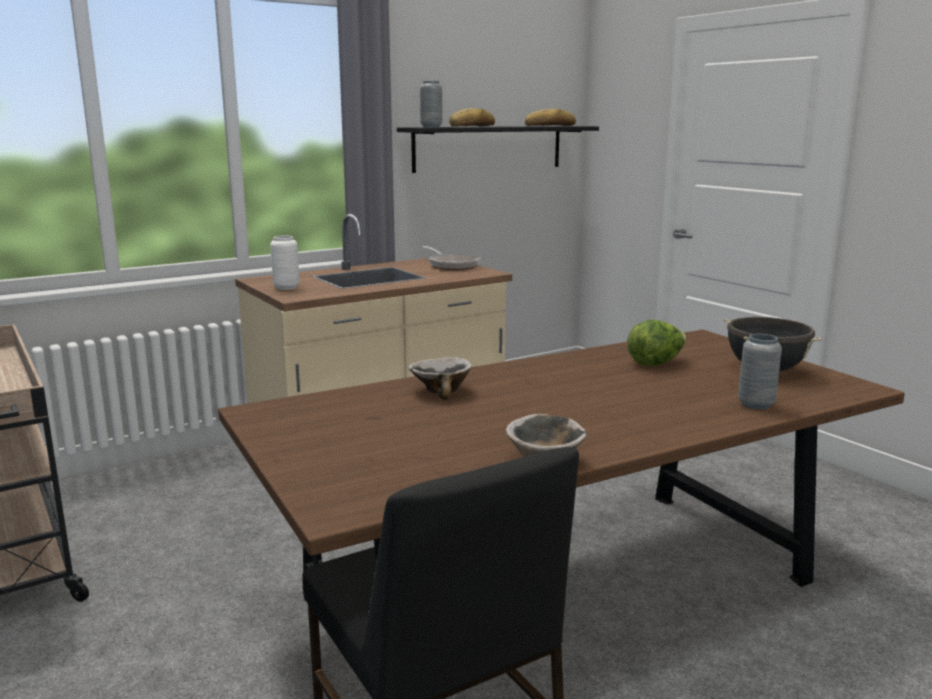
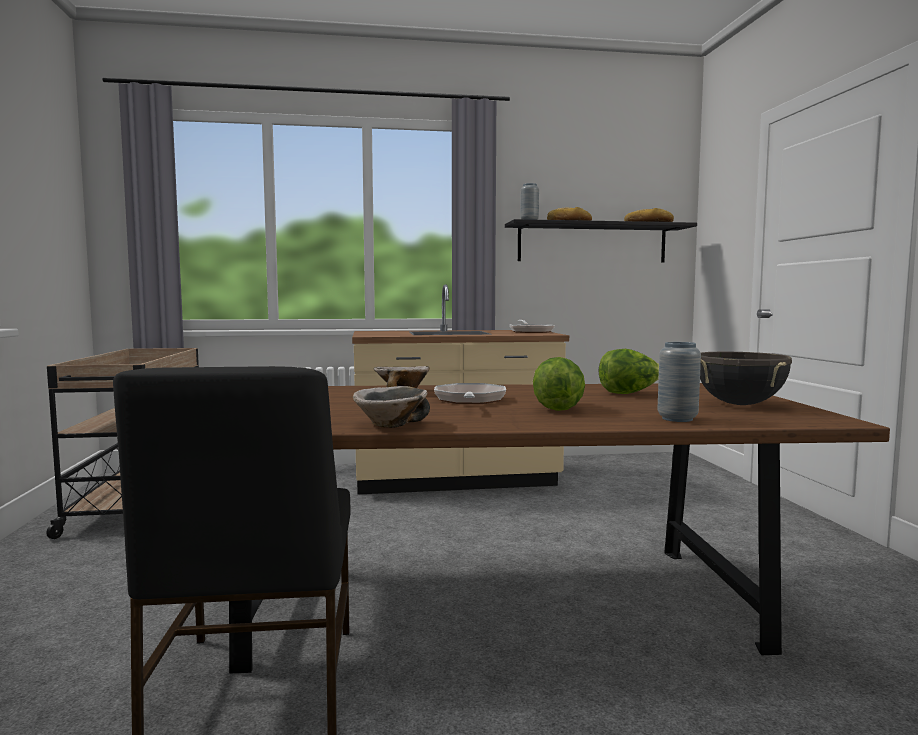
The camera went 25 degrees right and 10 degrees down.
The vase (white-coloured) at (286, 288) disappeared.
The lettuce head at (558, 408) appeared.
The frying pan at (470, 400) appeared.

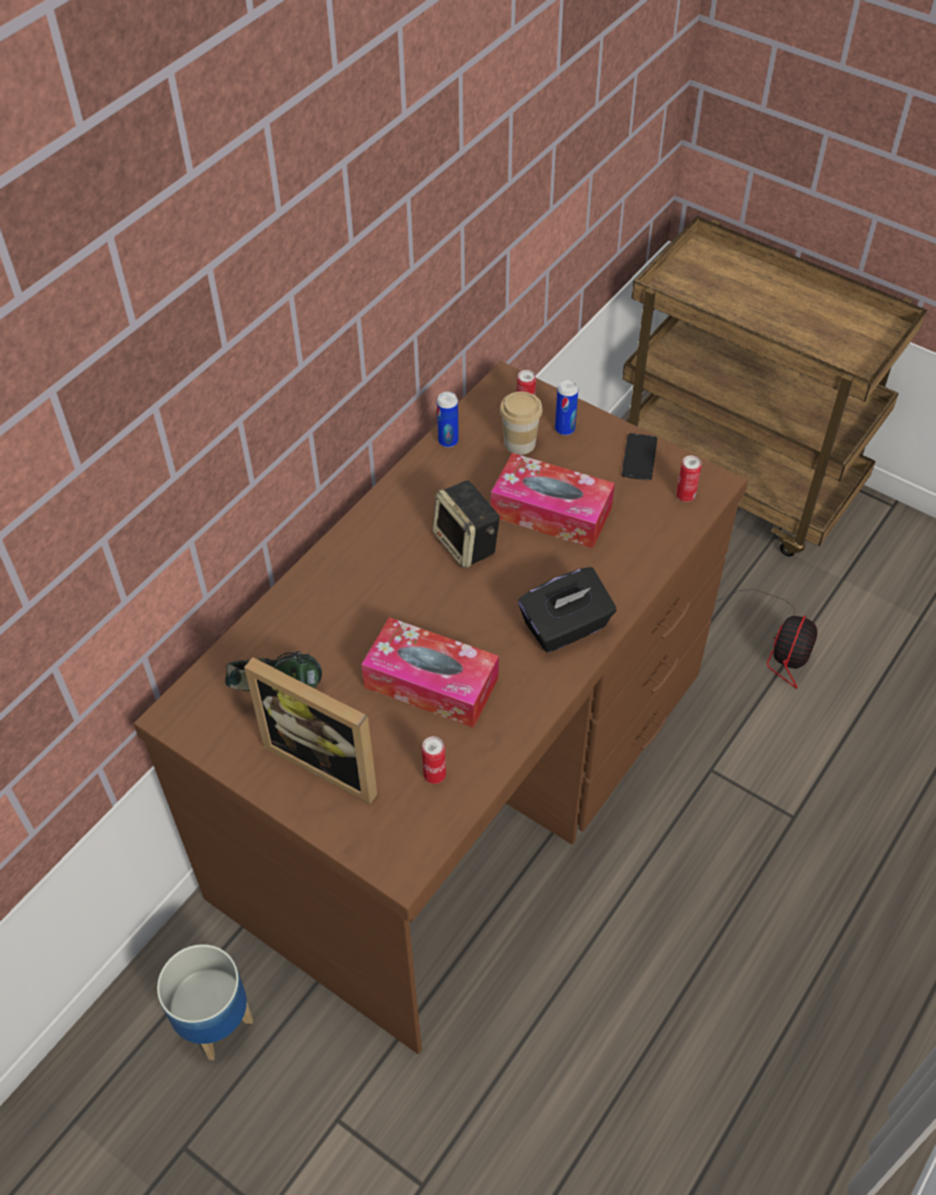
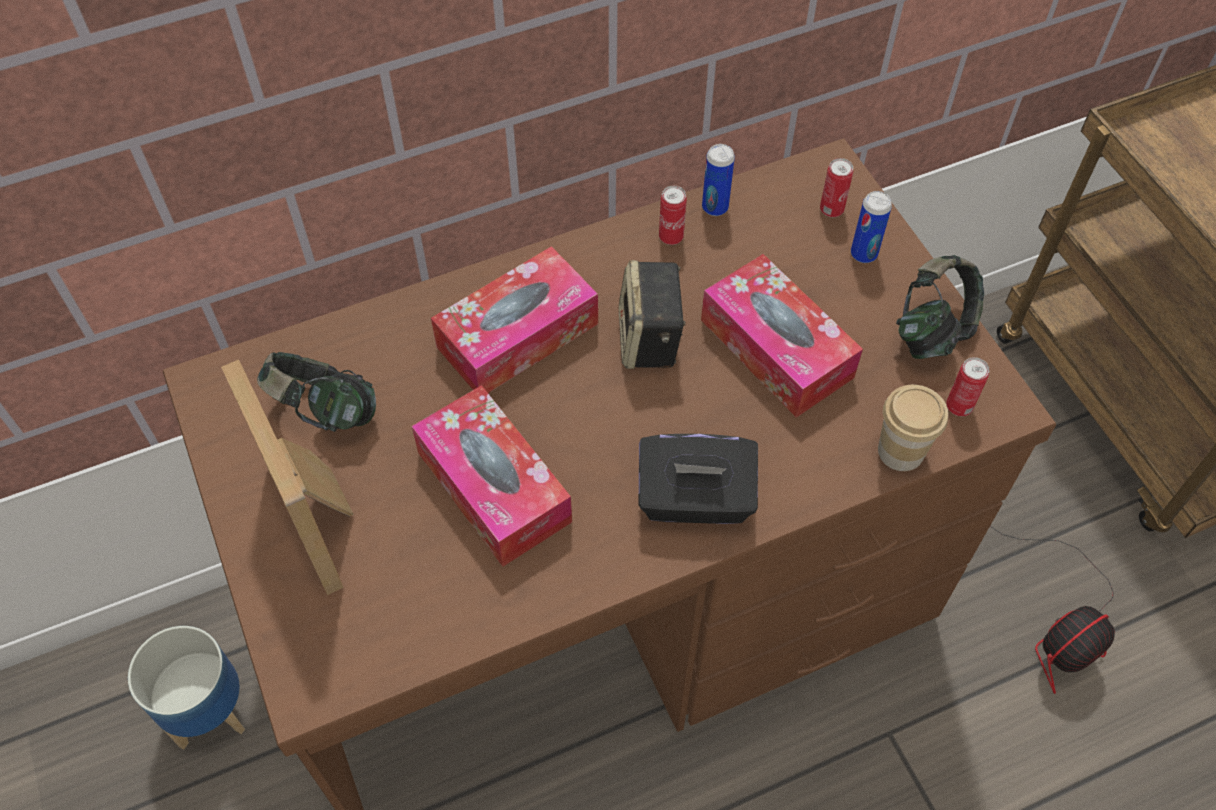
The camera went 30 degrees right and 5 degrees up.
The cup moved from (520, 443) to (901, 451).
The handset at (639, 457) was replaced by the headset at (932, 331).
The metal can moved from (434, 775) to (671, 237).
The tissue box at (518, 335) appeared.

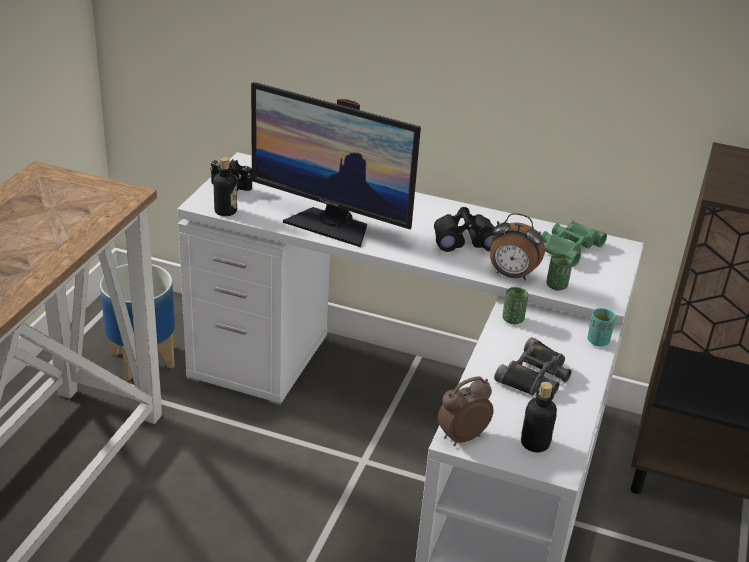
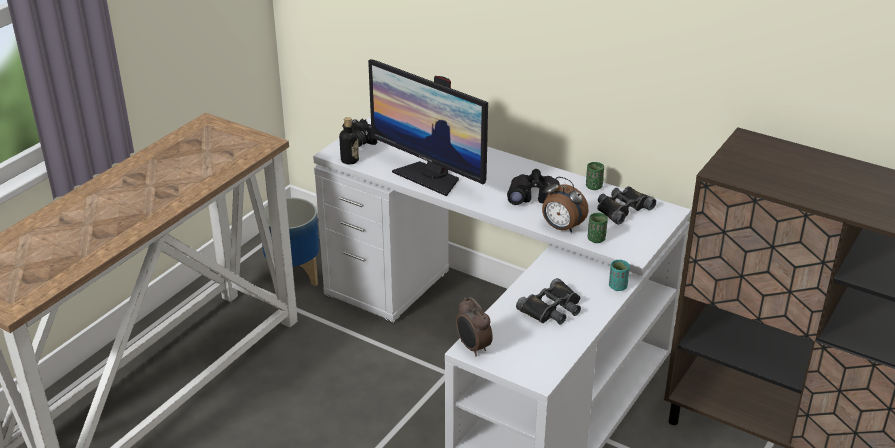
The camera went 15 degrees right and 0 degrees up.
The field glasses (green) at (569, 247) became the field glasses (black-coloured) at (622, 208).
The cup (green) moved from (512, 319) to (594, 186).
The table clock at (461, 437) turned 105 degrees counterclockwise.
The drink bottle at (535, 443) disappeared.

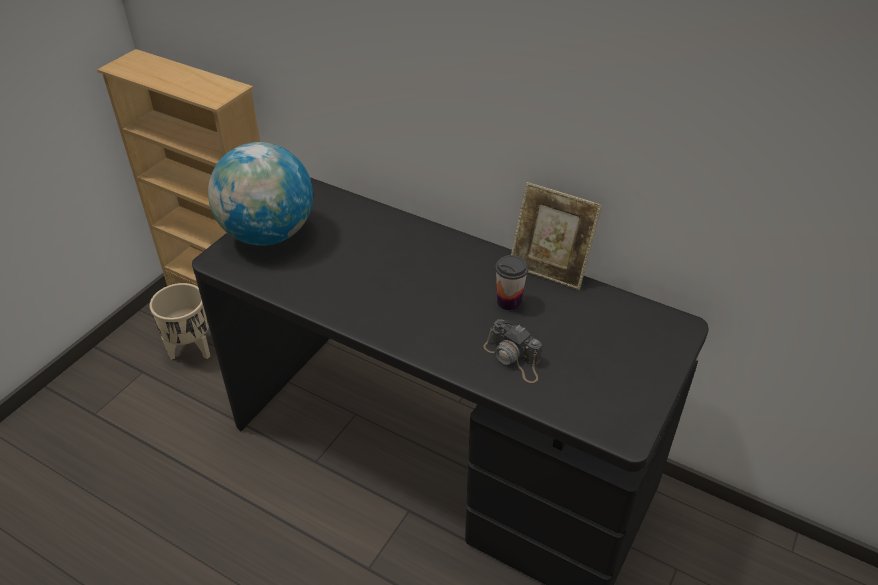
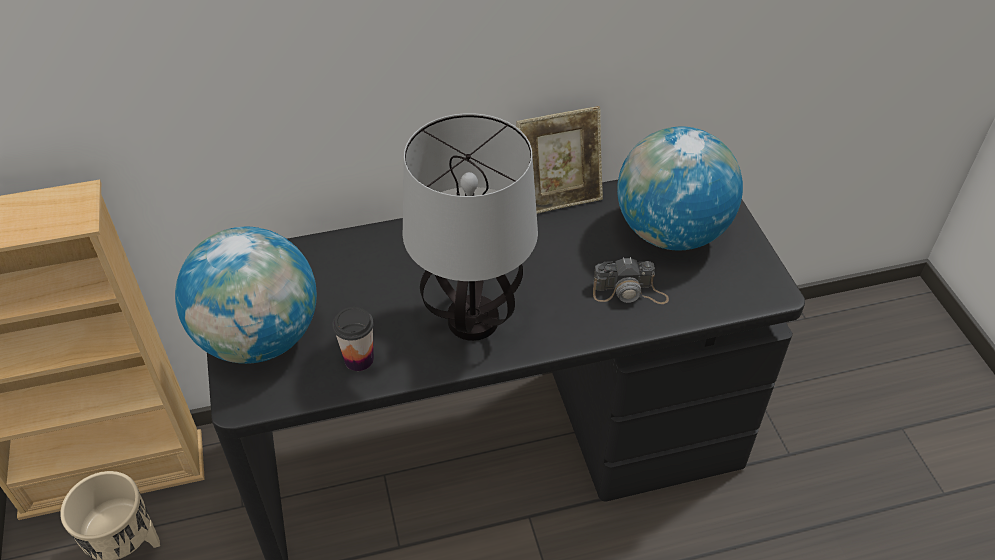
The camera went 45 degrees left and 5 degrees up.
The cup moved from (509, 302) to (359, 359).
The lamp for a table at (471, 321) appeared.
The world globe at (670, 232) appeared.

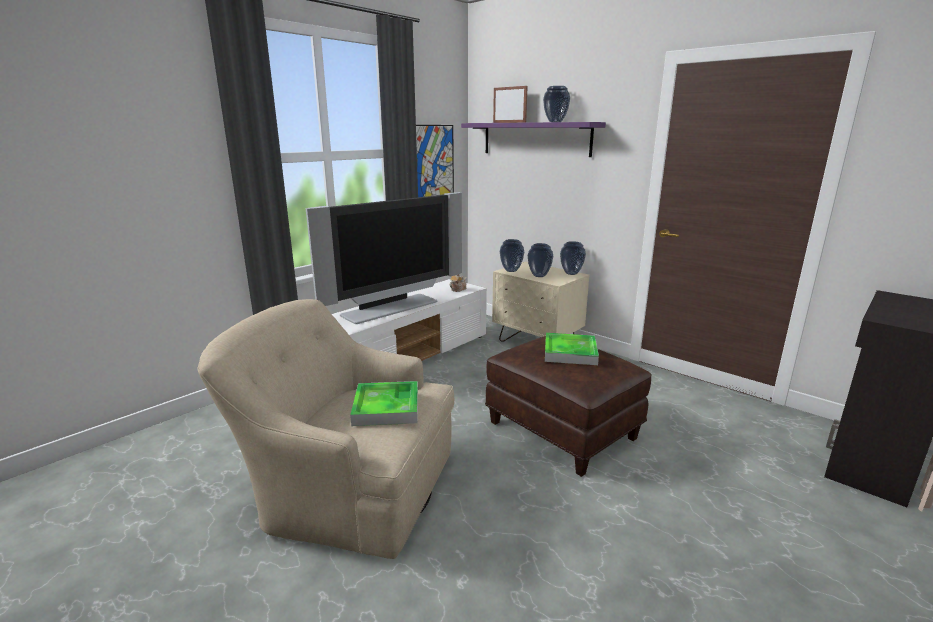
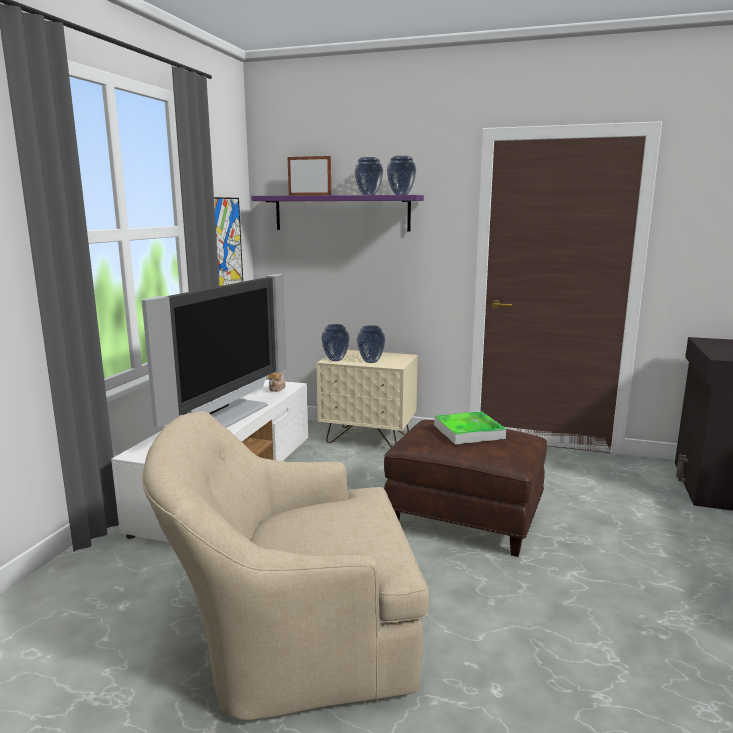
The camera went 25 degrees left and 5 degrees down.
The vase moved from (571, 273) to (400, 194).
The serving tray at (386, 407) disappeared.

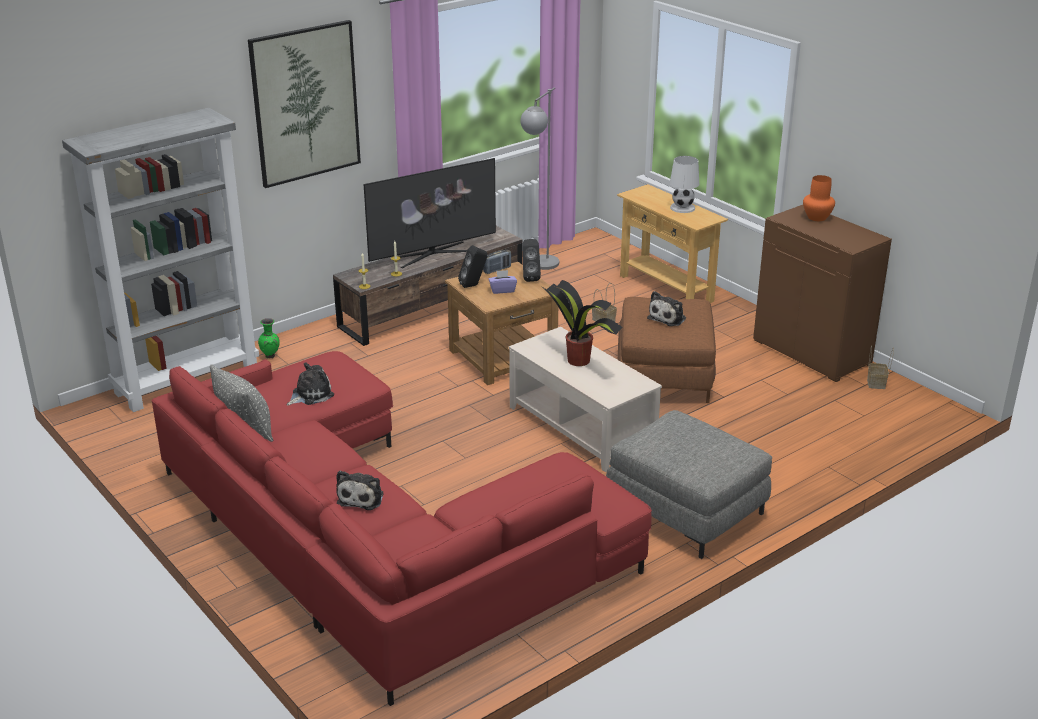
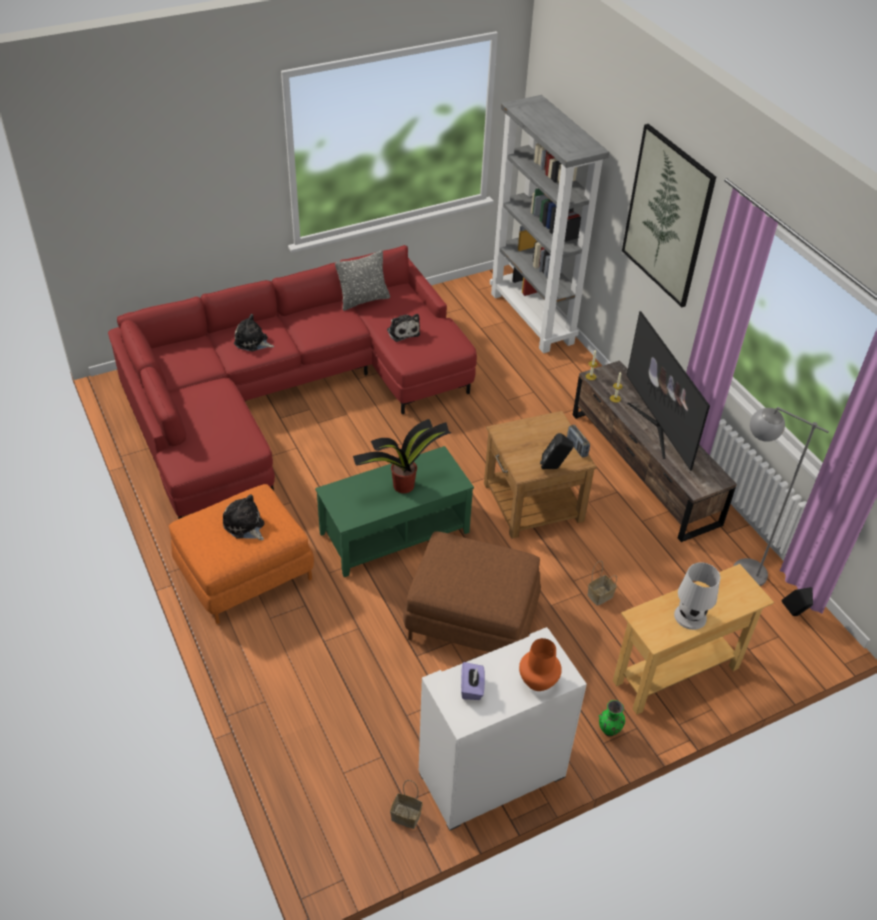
The camera went 100 degrees right and 15 degrees up.
The storage cabinet (brownish) at (812, 352) became the storage cabinet (white-coloured) at (491, 776).
The speaker (black-coloured) moved from (473, 285) to (793, 614).
The tissue box (purplish) moved from (502, 290) to (472, 688).
The plush toy moved from (668, 318) to (245, 526).
The vase (green) moved from (271, 356) to (608, 732).
The lounge table (beige-coloured) at (581, 427) became the lounge table (green) at (394, 532).
The pouffe (grey) at (684, 510) became the pouffe (orange-coloured) at (245, 571).

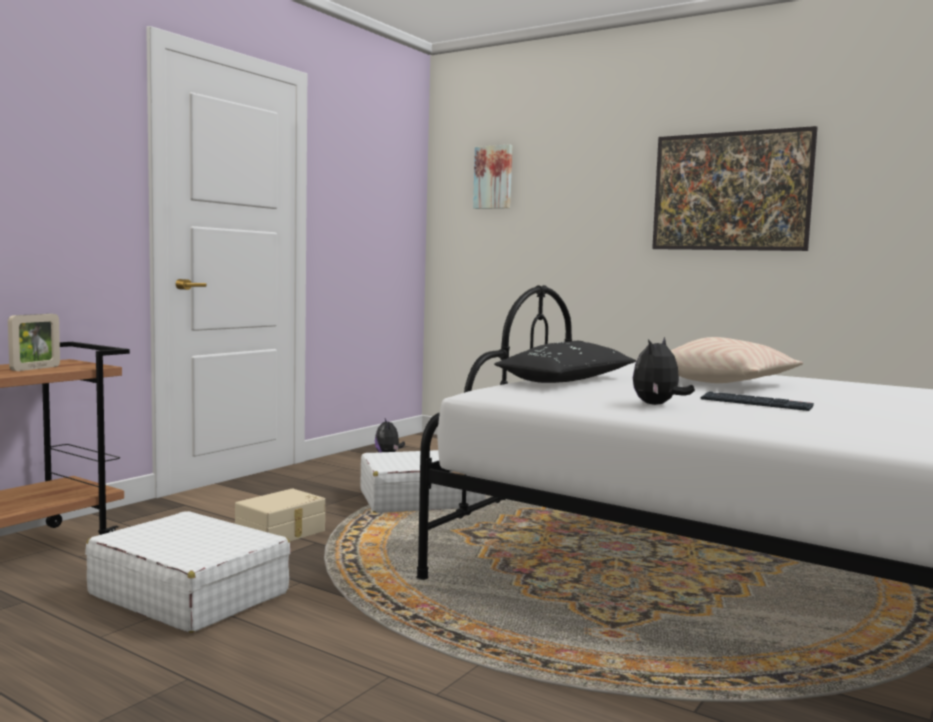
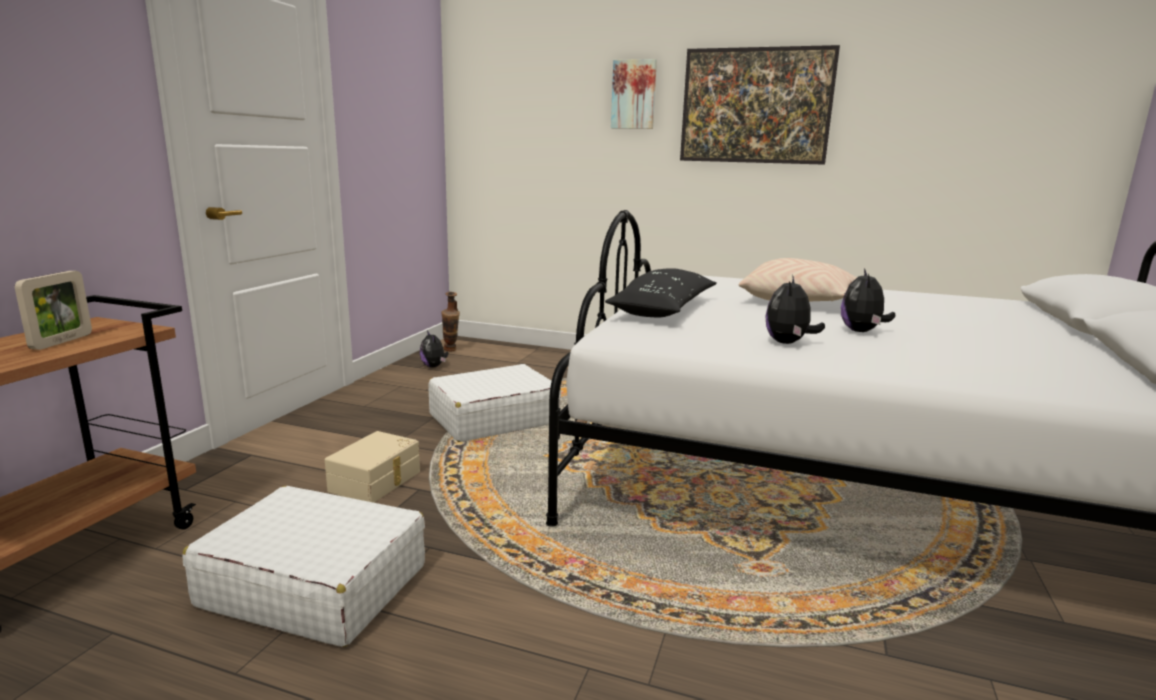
The camera went 15 degrees left and 10 degrees up.
The wall picture moved from (494, 177) to (634, 94).
The PC keyboard at (755, 403) was replaced by the plush toy at (862, 331).
The vase at (451, 351) appeared.

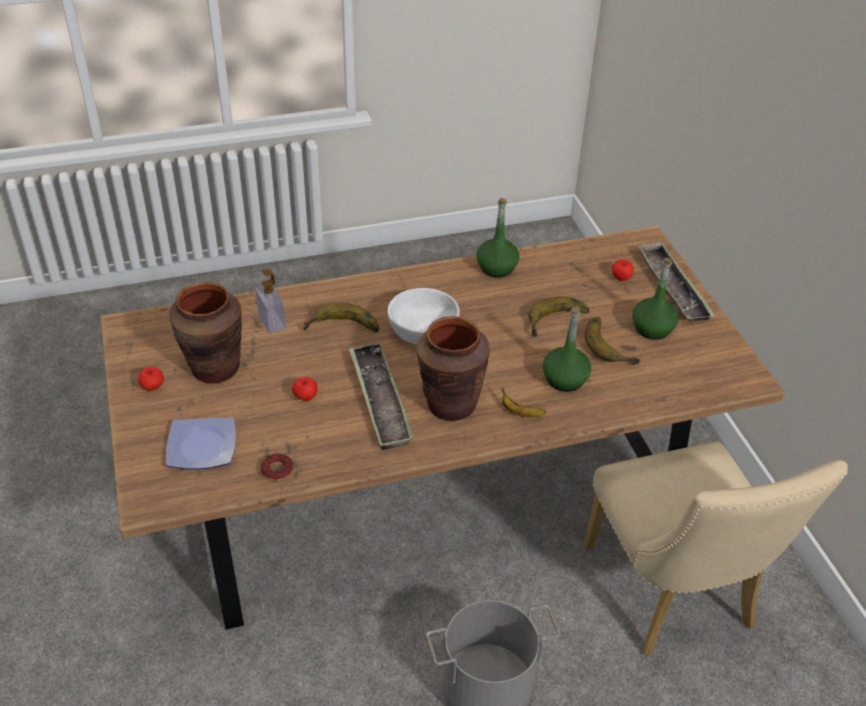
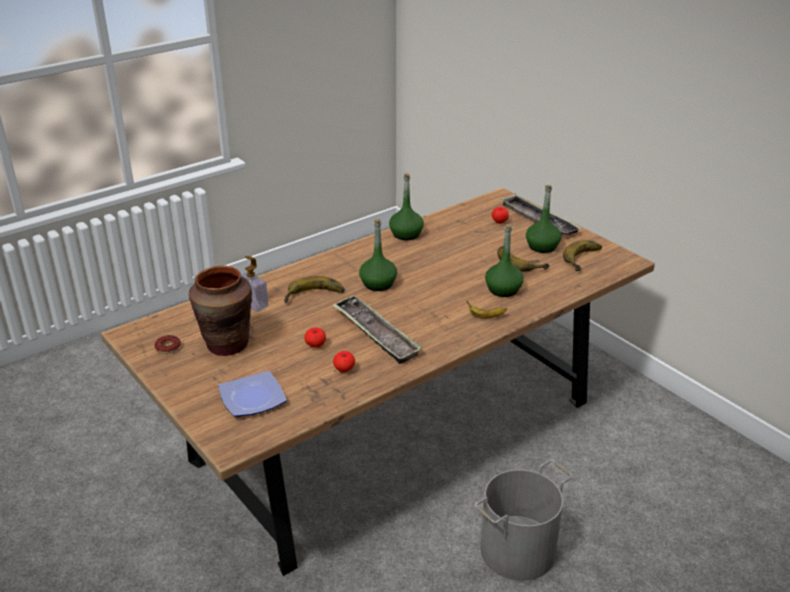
The camera went 20 degrees left and 10 degrees down.
The bowl (white-coloured) at (422, 331) was replaced by the drink bottle (green) at (378, 284).
The whole banana moved from (559, 322) to (586, 259).
The vase (brownish) at (450, 404) disappeared.
The apple moved from (152, 387) to (344, 370).
The upright chair (beige-coloured) at (674, 596) disappeared.
The donut moved from (277, 470) to (168, 347).

